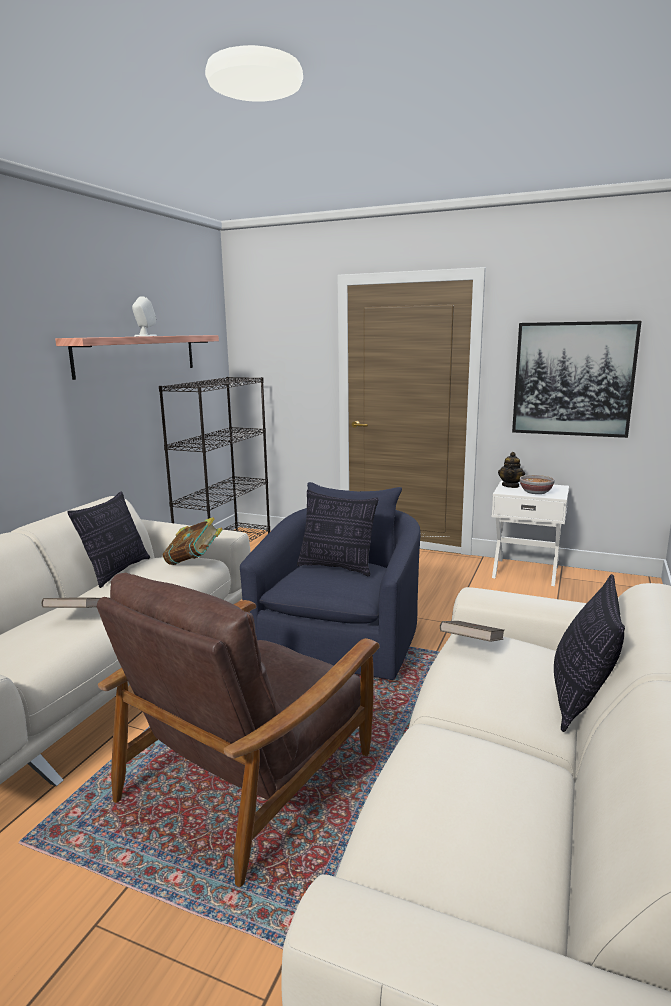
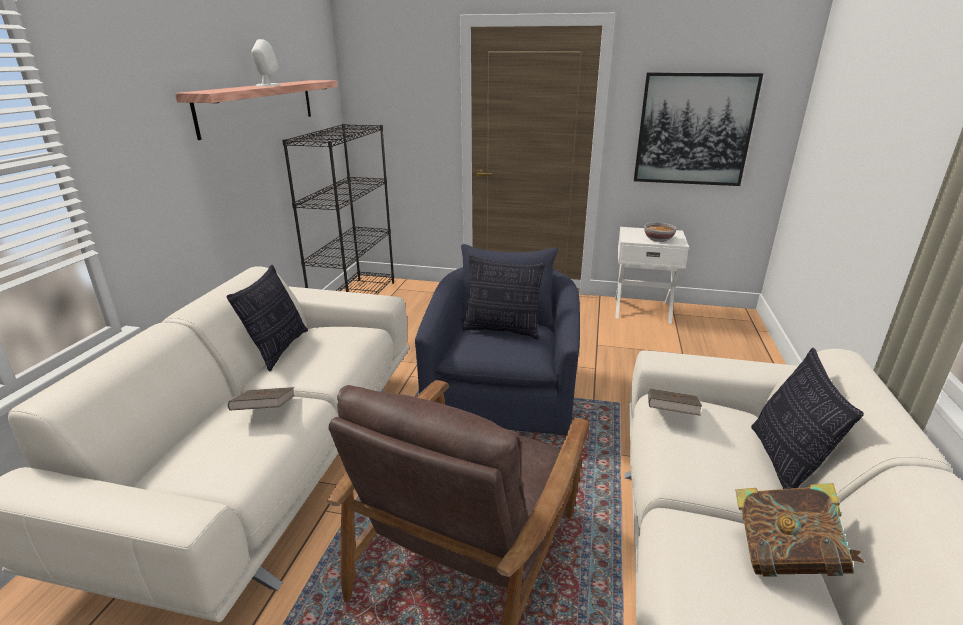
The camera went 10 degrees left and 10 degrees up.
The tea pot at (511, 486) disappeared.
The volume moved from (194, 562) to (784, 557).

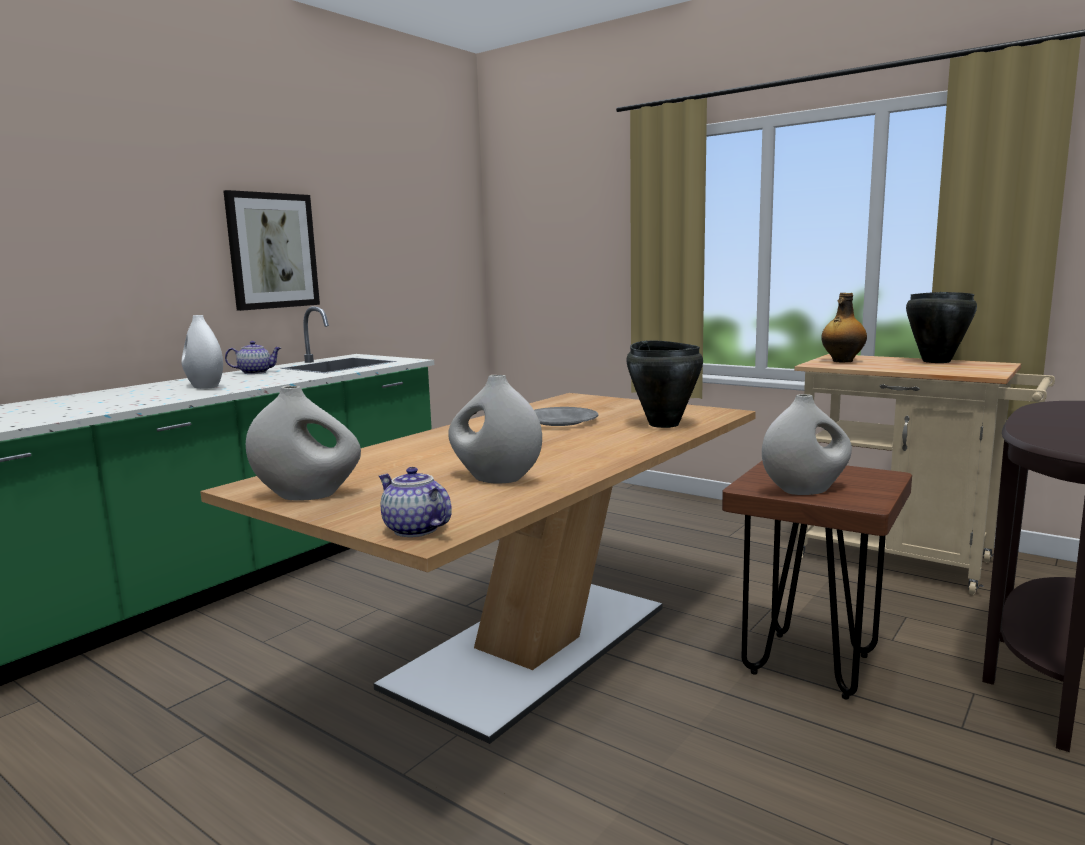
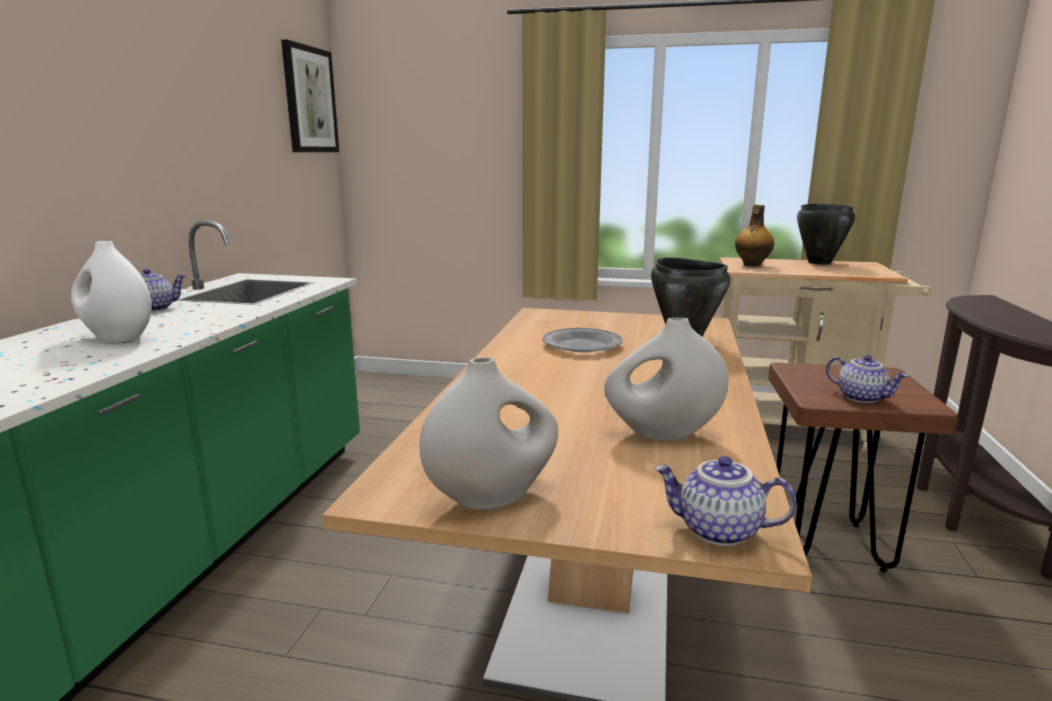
The camera went 25 degrees left and 5 degrees up.
The wall picture moved from (272, 251) to (309, 100).
The vase (white-coloured) at (805, 490) was replaced by the tea pot at (862, 397).

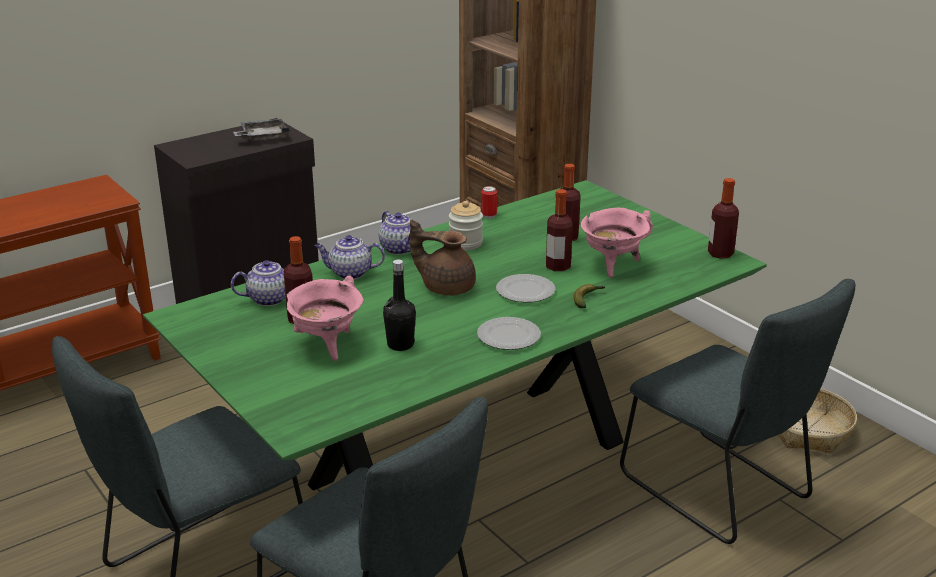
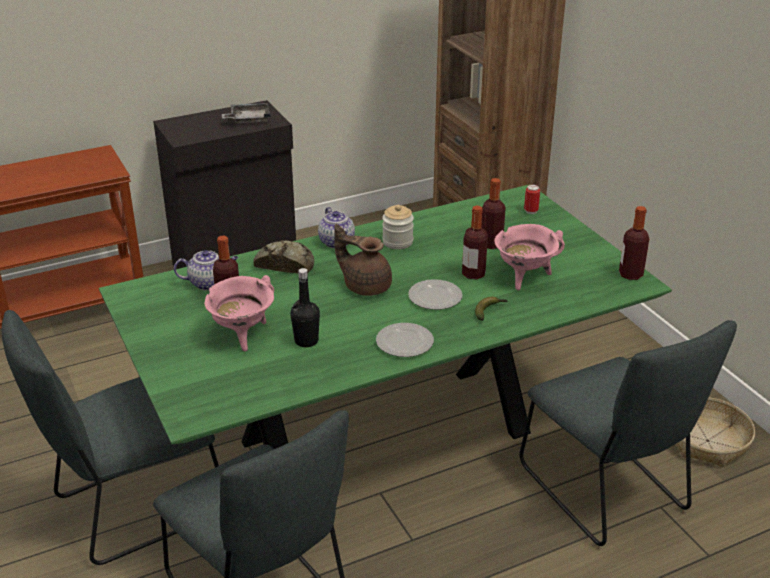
The camera went 10 degrees right and 5 degrees up.
The metal can moved from (489, 216) to (531, 211).
The tea pot at (349, 273) was replaced by the bakery bread at (285, 263).

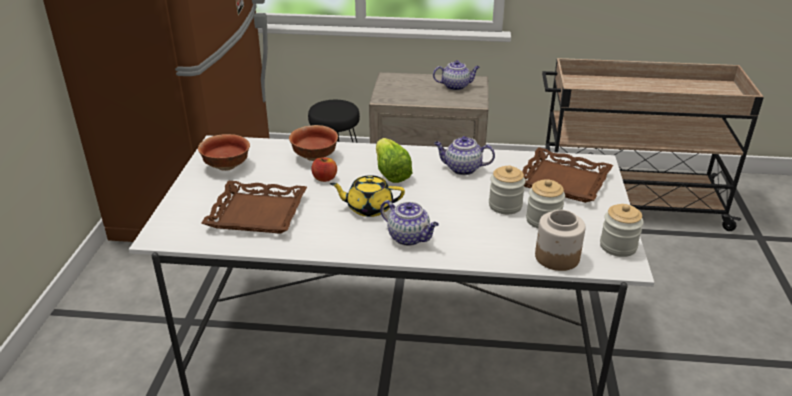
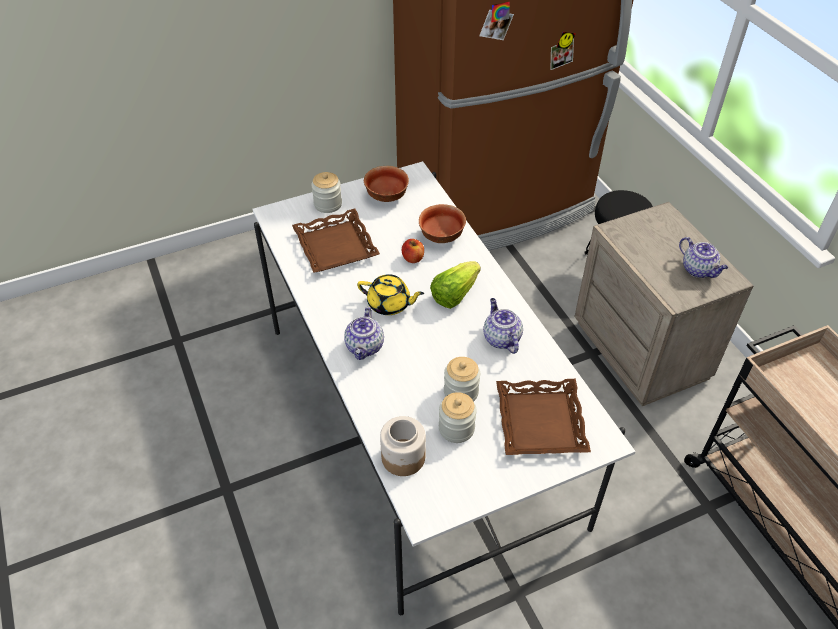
The camera went 60 degrees right and 15 degrees up.
The tea pot (yellow) at (368, 208) turned 135 degrees clockwise.
The storage jar moved from (618, 246) to (328, 204).

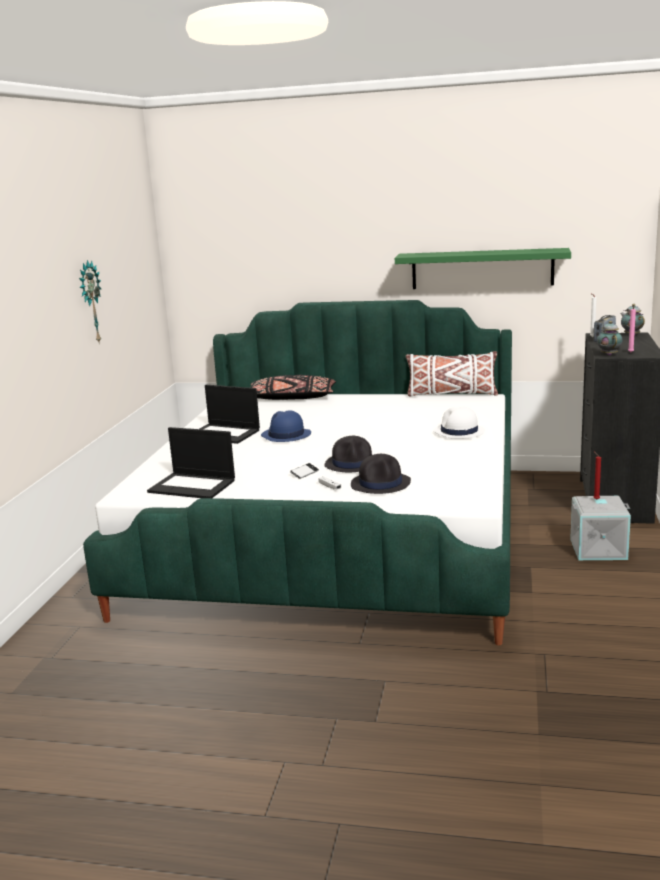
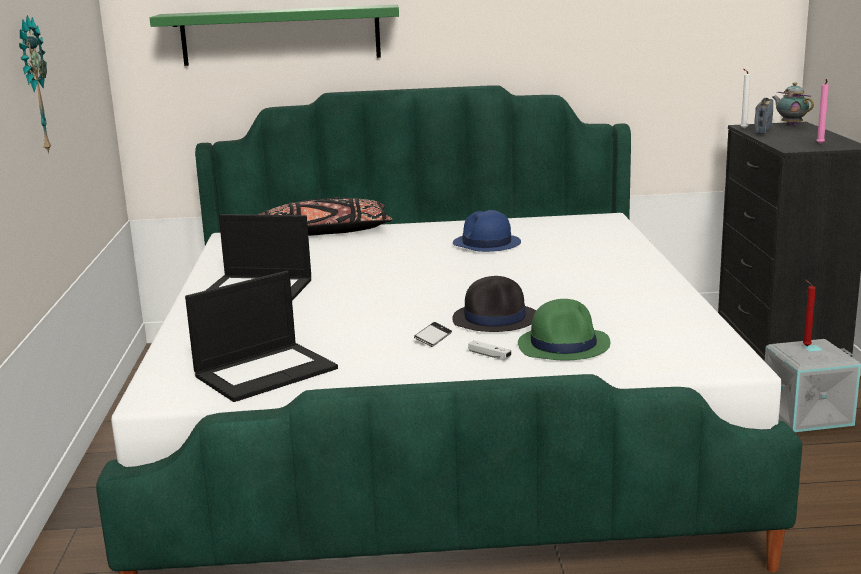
The camera went 15 degrees left and 0 degrees up.
The bracket shelf (green) moved from (482, 269) to (281, 35).
The tea pot at (608, 355) disappeared.
The throw pillow (white-coloured) at (451, 394) disappeared.
The clothing hat (white-coloured) at (459, 432) disappeared.
The clothing hat (blue) moved from (286, 435) to (486, 244).
The portable computer at (193, 486) turned 45 degrees counterclockwise.
The clothing hat (black-coloured) at (381, 484) became the clothing hat (green) at (564, 345).

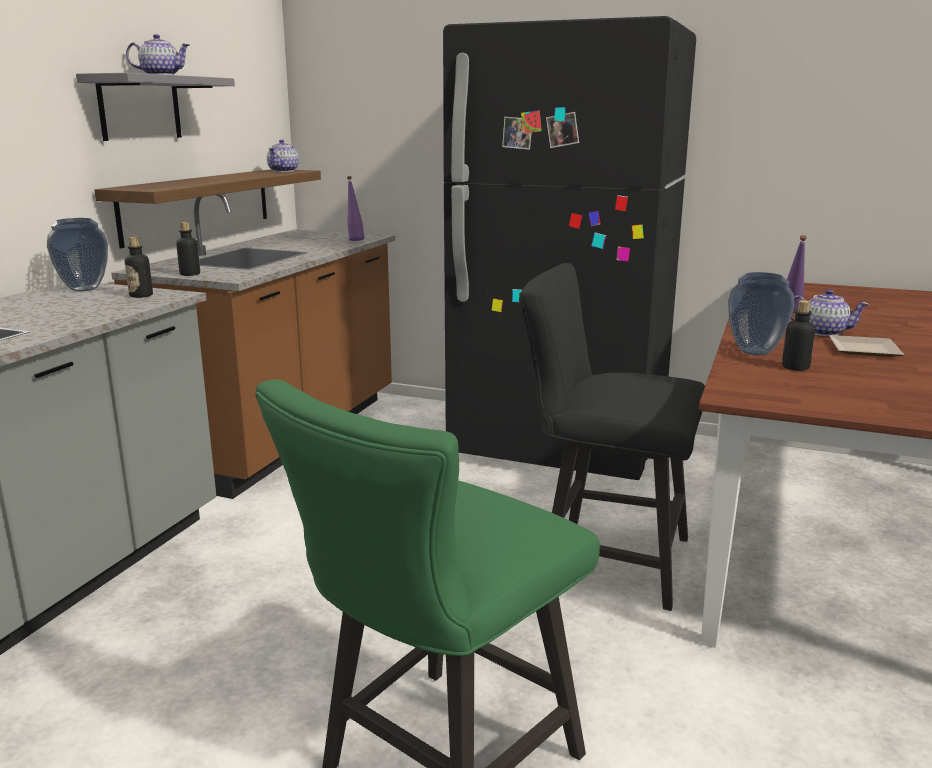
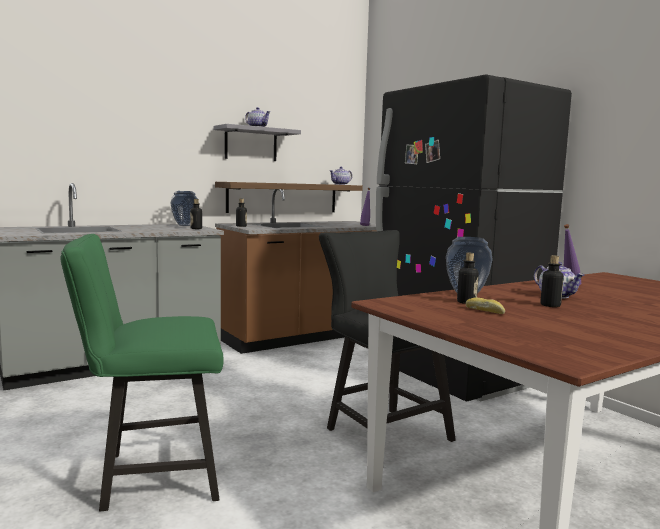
The camera went 35 degrees right and 10 degrees down.
The dinner plate at (862, 350) was replaced by the drink bottle at (550, 305).
The bakery bread at (485, 311) appeared.

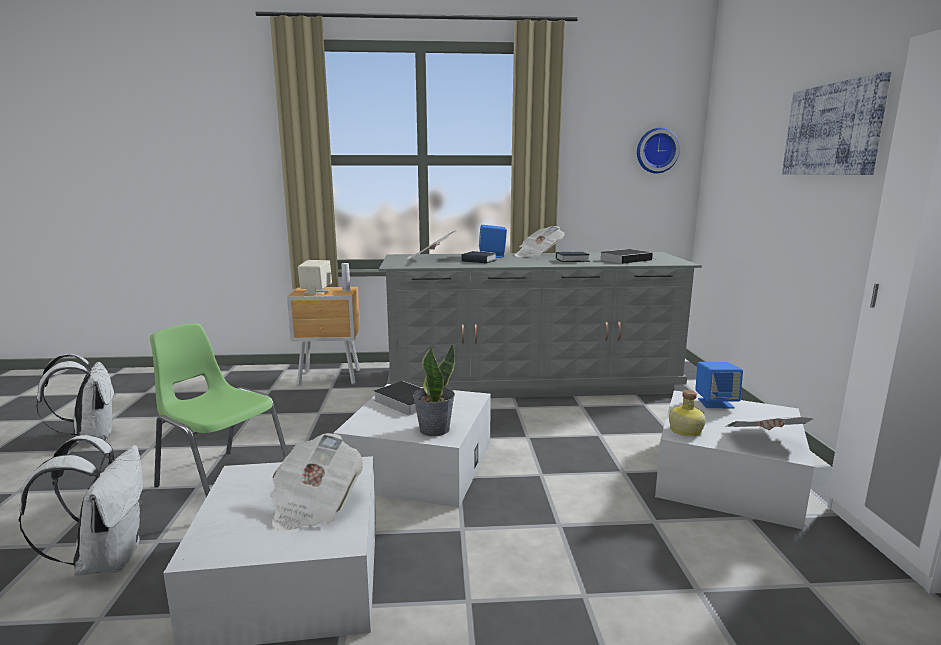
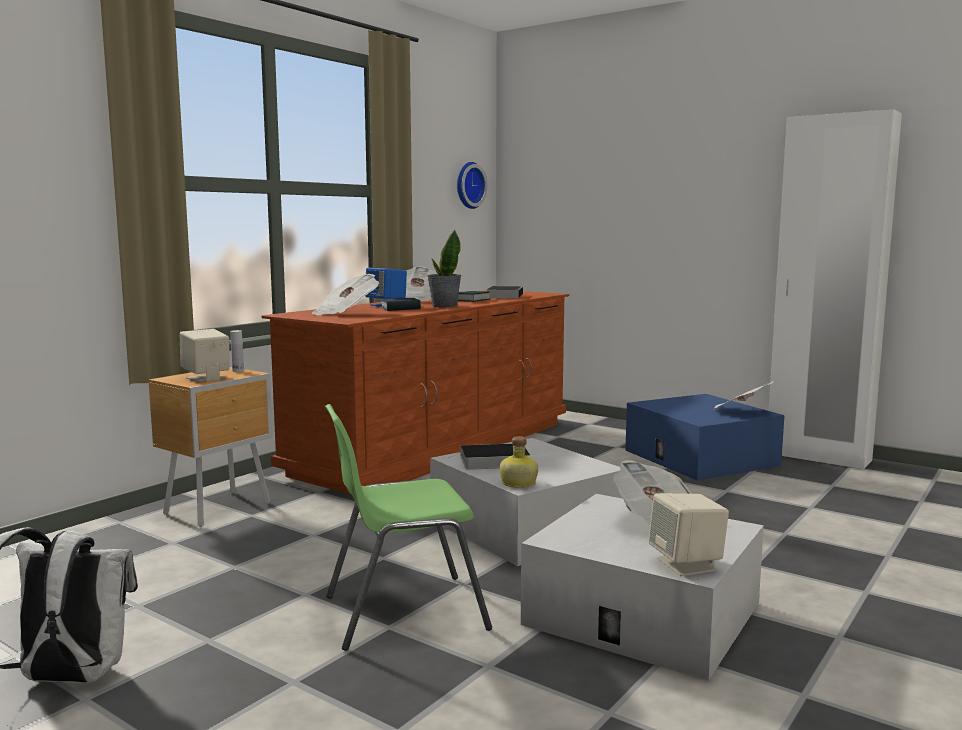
The camera went 50 degrees left and 5 degrees down.
The wall picture at (832, 129) disappeared.
The chest of drawers (grey) at (531, 381) became the chest of drawers (brownish) at (437, 448).
The potted plant moved from (434, 429) to (444, 306).
The speaker (blue) at (715, 403) disappeared.
The storage box (white-coloured) at (726, 477) became the storage box (blue) at (700, 458).
The drink bottle moved from (684, 430) to (517, 483).
The rucksack (white-coloured) at (107, 559) disappeared.
The speaker (beige-coloured) at (686, 564) appeared.

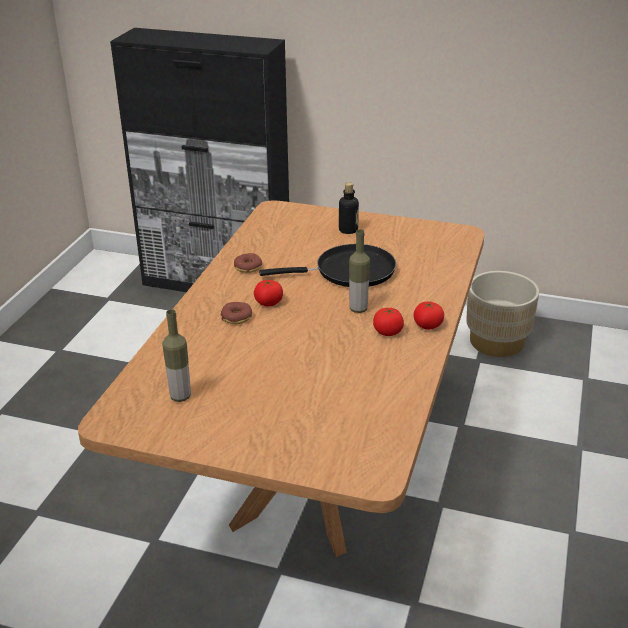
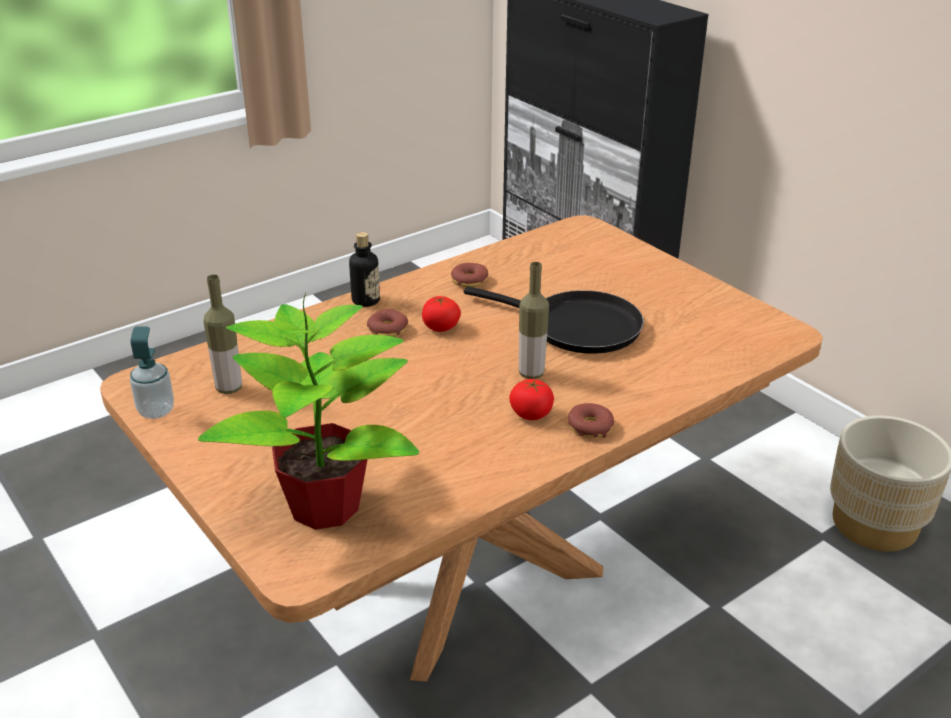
The camera went 35 degrees right and 0 degrees up.
The drink bottle moved from (348, 230) to (366, 300).
The fresh tomato at (428, 325) was replaced by the donut at (590, 427).
The potted plant at (327, 505) appeared.
The soap bottle at (156, 411) appeared.

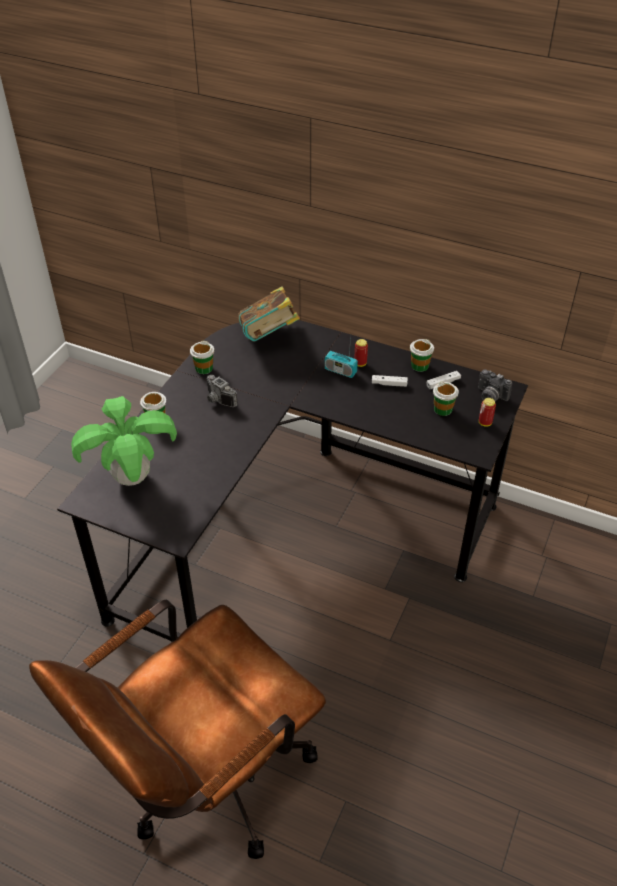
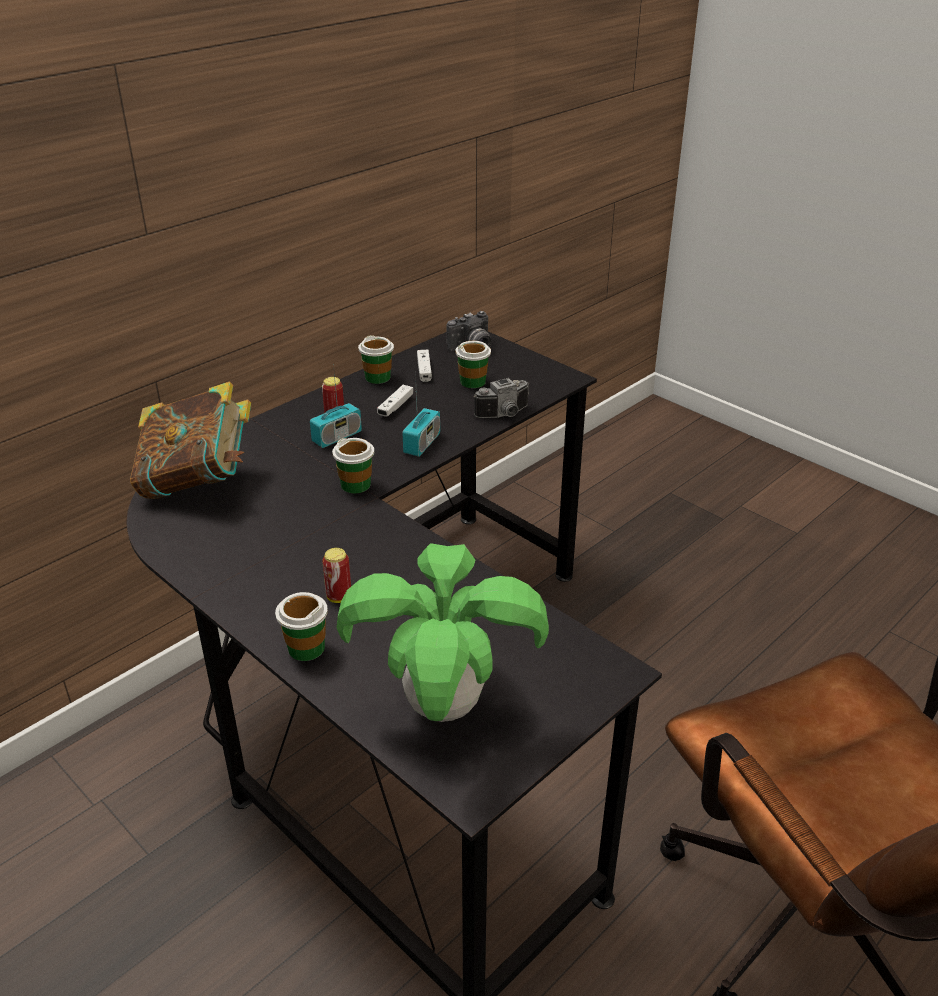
The camera went 70 degrees left and 10 degrees down.
The cup moved from (204, 368) to (356, 485).
The still camera moved from (218, 400) to (505, 415).
The metal can moved from (485, 423) to (339, 597).
The radio at (422, 444) appeared.

